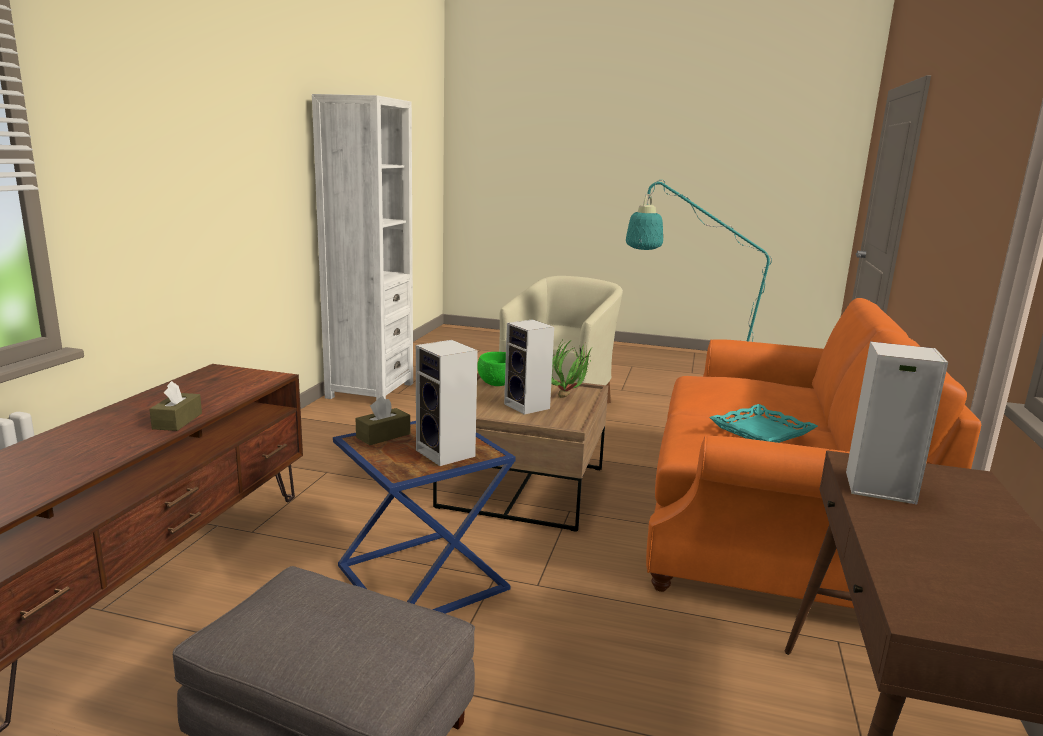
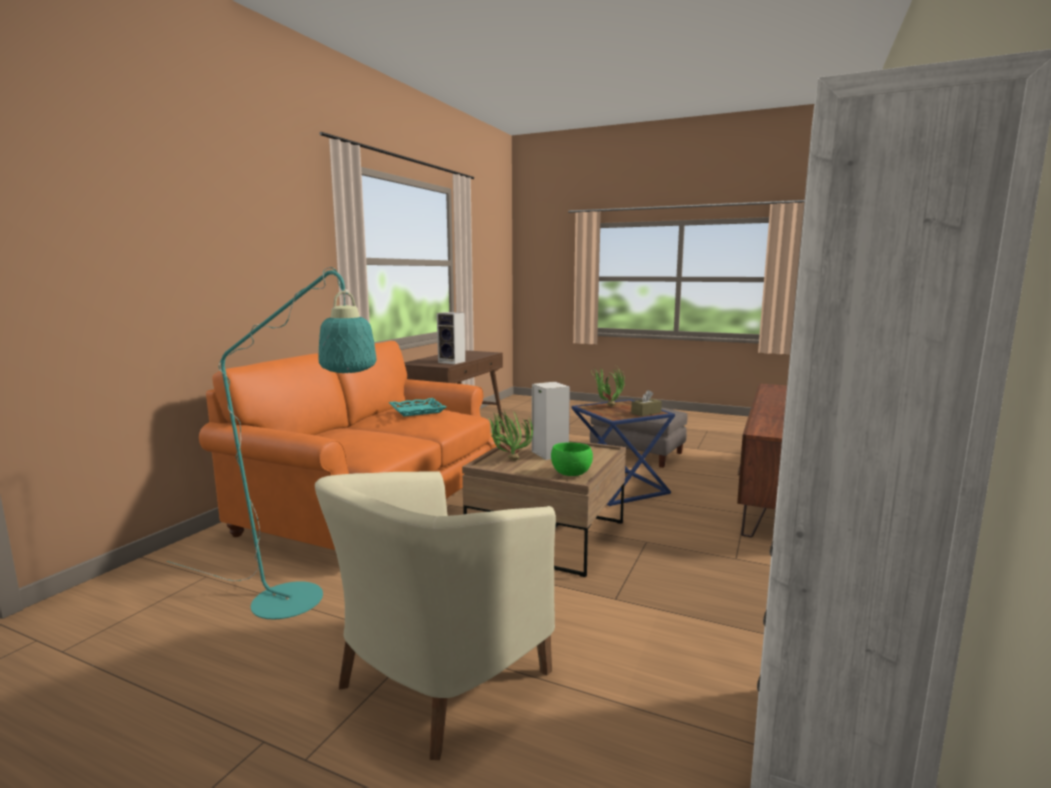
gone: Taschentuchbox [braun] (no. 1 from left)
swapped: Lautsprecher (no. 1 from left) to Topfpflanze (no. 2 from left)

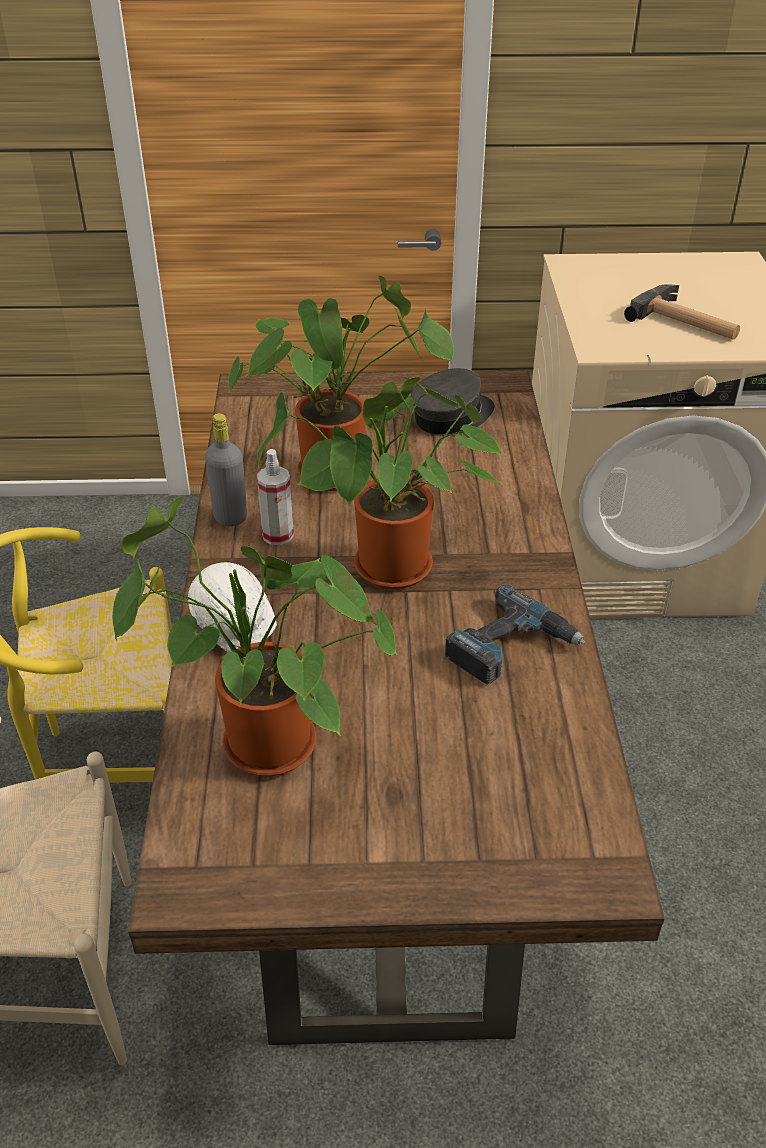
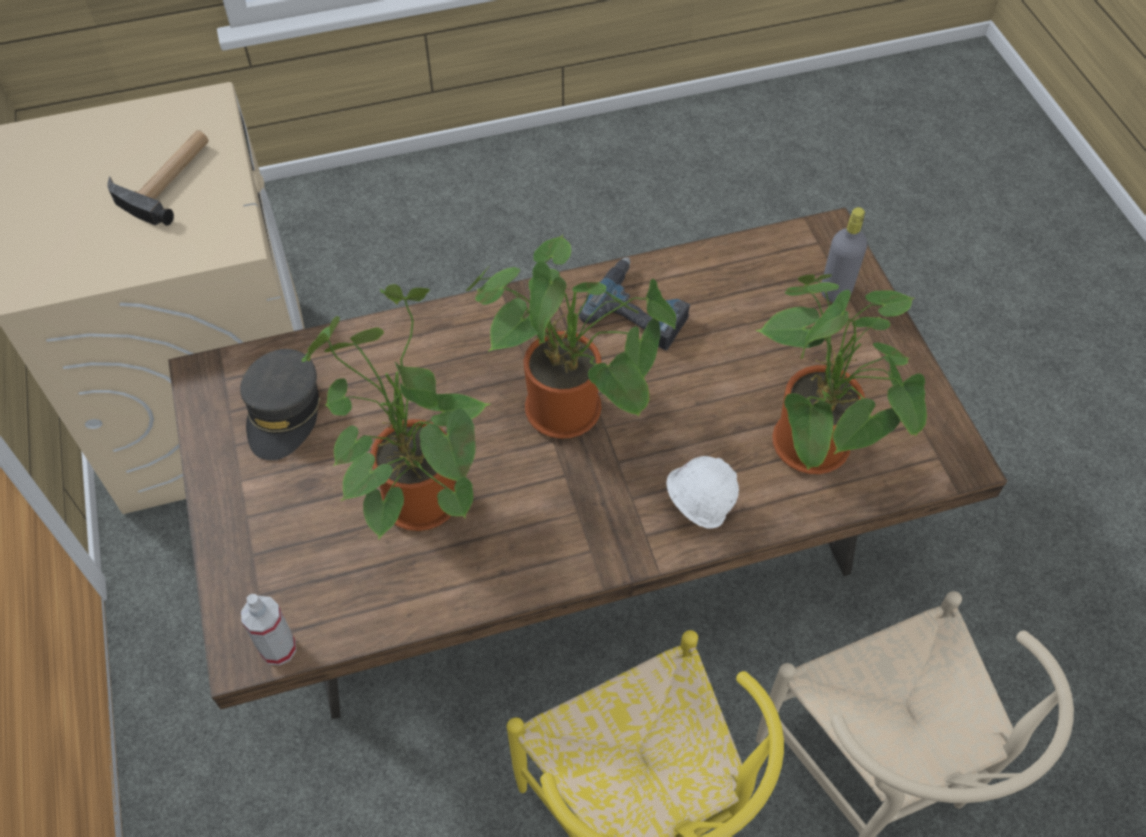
shifted: Flasche [grau]; Sprühflasche
rotated: Kappe [grau] 120 degrees counterclockwise

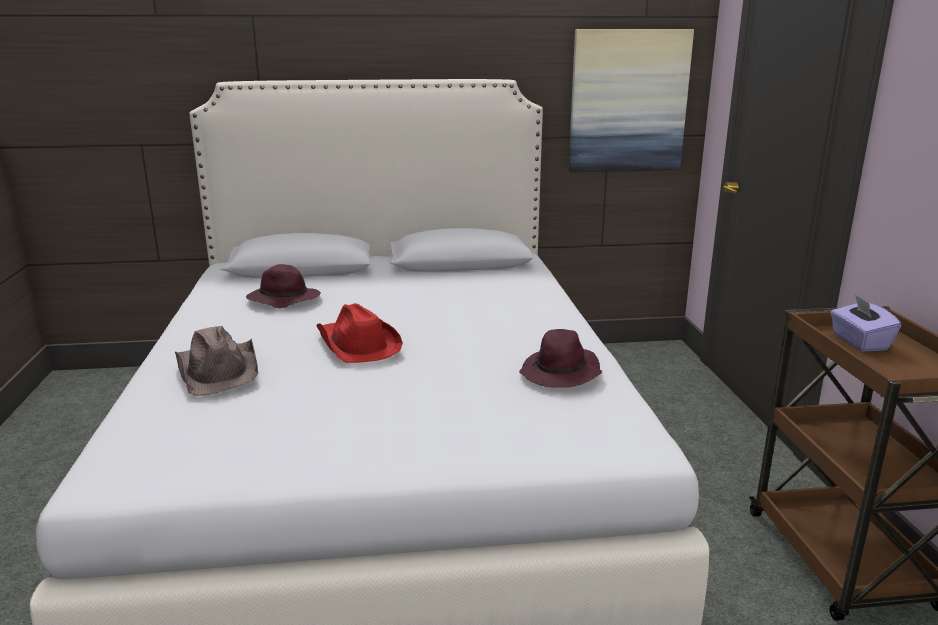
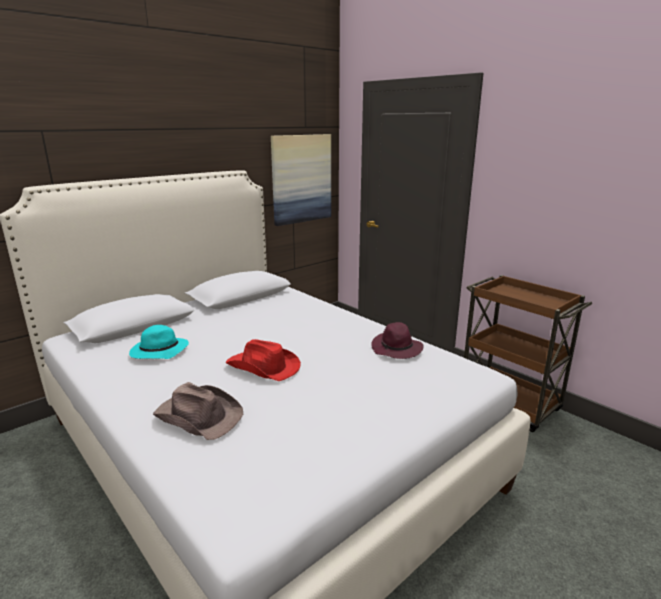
gone: Taschentuchbox [lila]
repainted: Hut [lila] (no. 1 from left) to Hut [türkis]

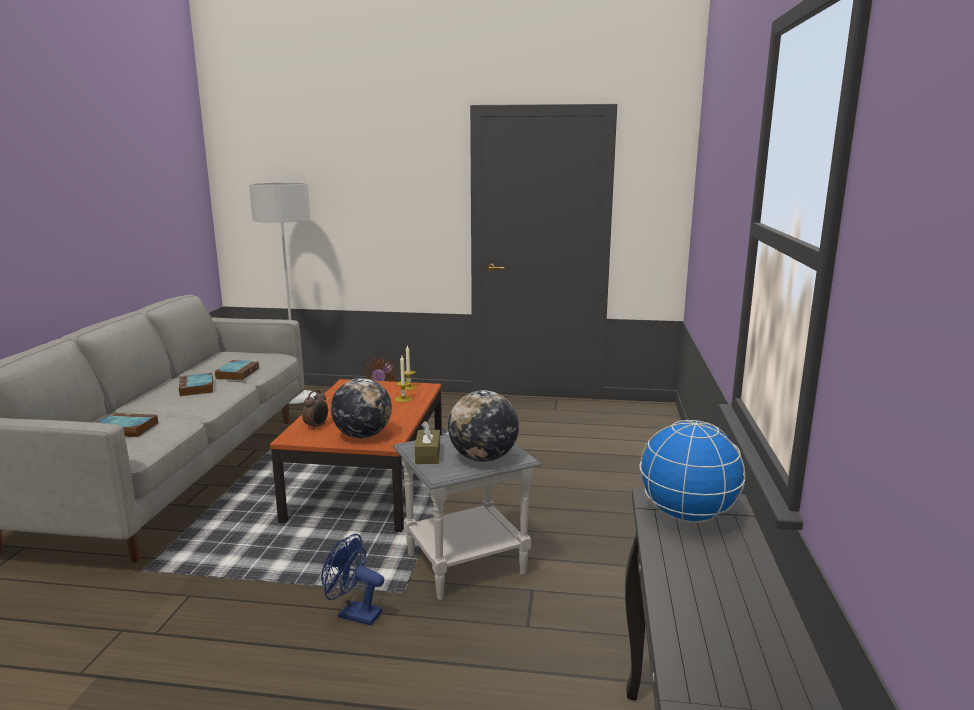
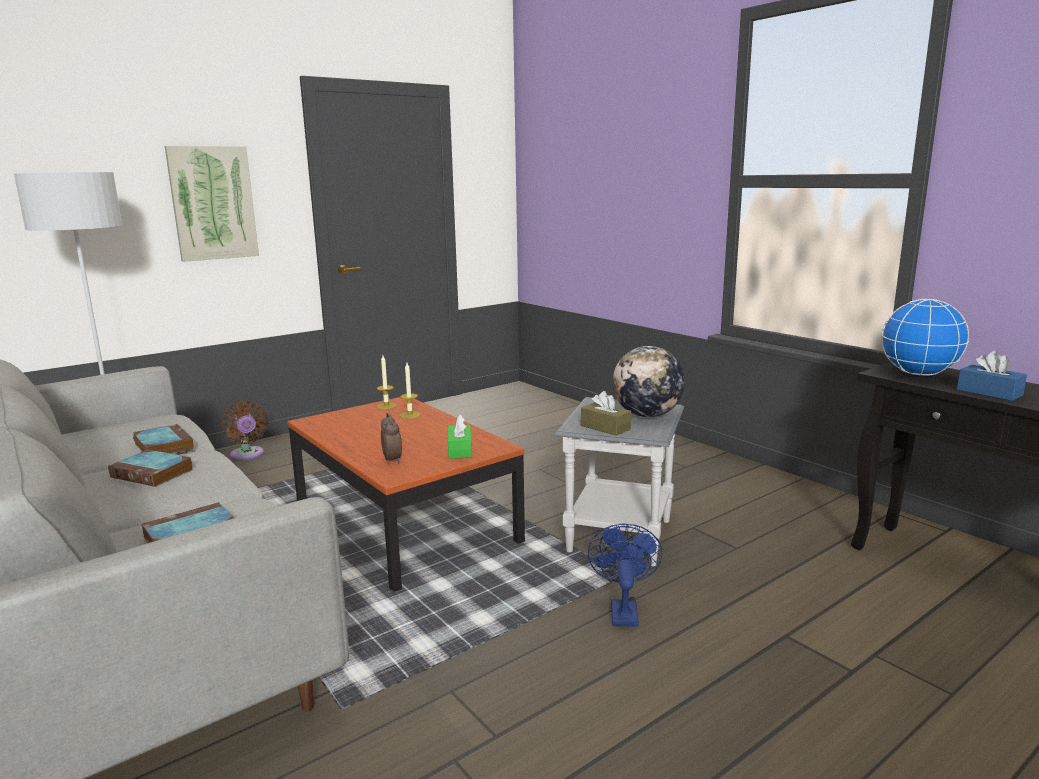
new: Bild; Taschentuchbox [blau]
swapped: Globus (no. 1 from left) to Taschentuchbox [grün]
rotated: Ventilator [blau] 120 degrees clockwise

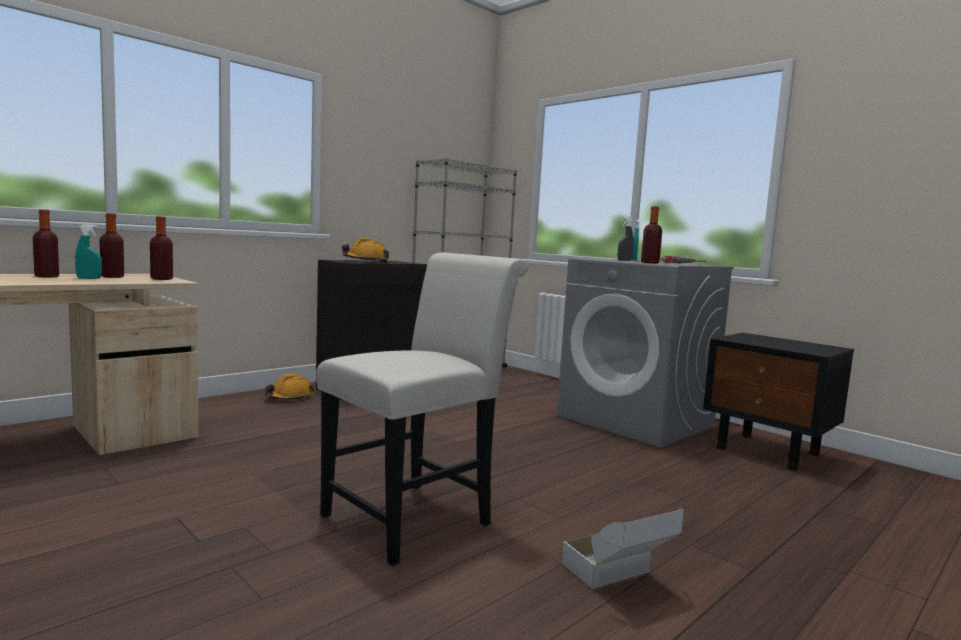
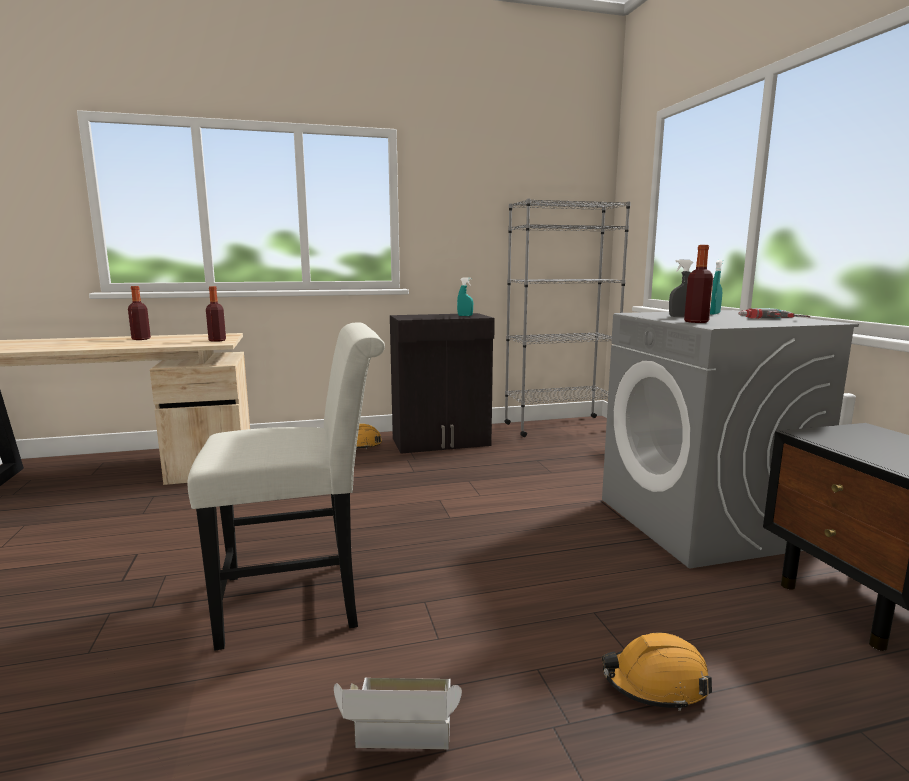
gone: Flasche (no. 2 from left)
shifted: Sprühflasche [türkis] (no. 1 from left); Schutzhelm [orange] (no. 2 from left)

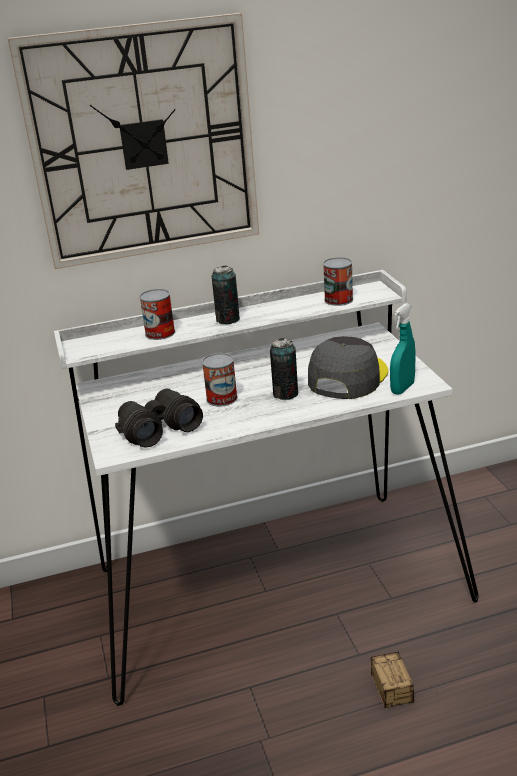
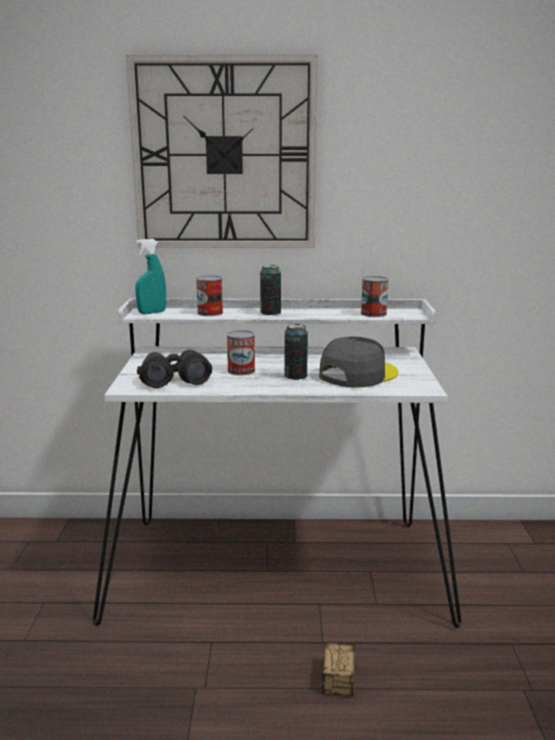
shifted: Sprühflasche [türkis]

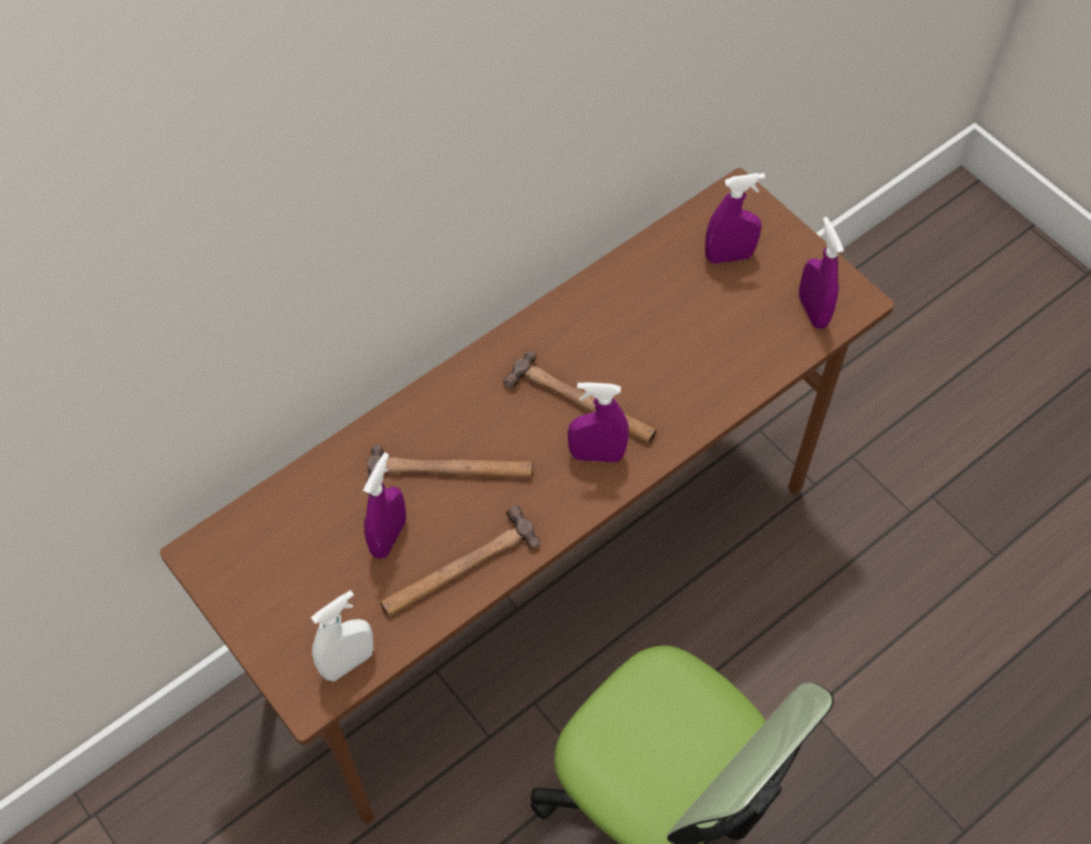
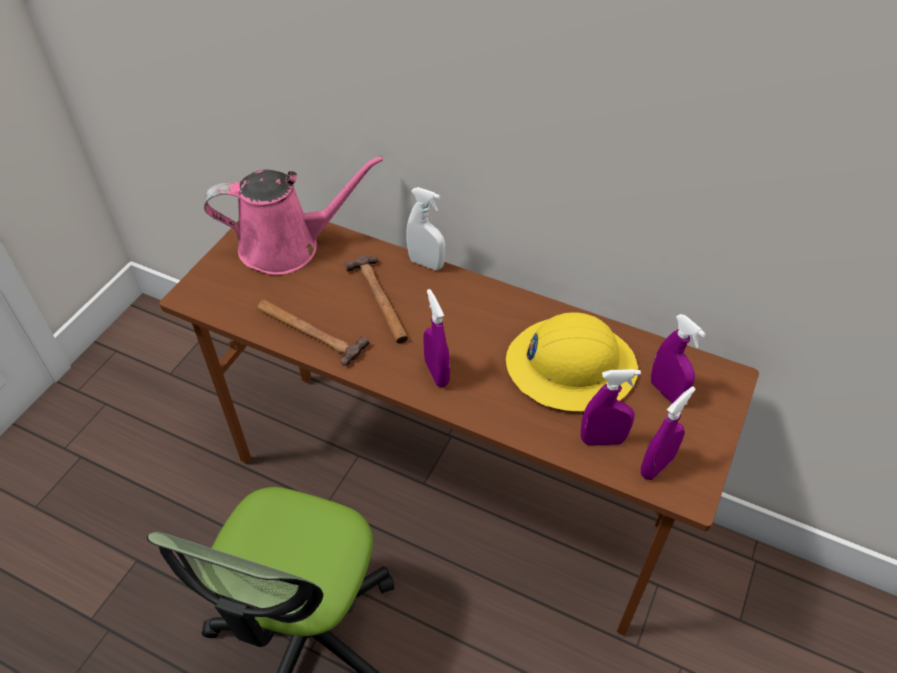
gone: Hammer (no. 3 from left)
new: Gießkanne [rosa]; Schutzhelm [gelb]
shifted: Sprühflasche [lila] (no. 1 from left in the first image) to Sprühflasche [lila] (no. 2 from left); Sprühflasche [weiß]

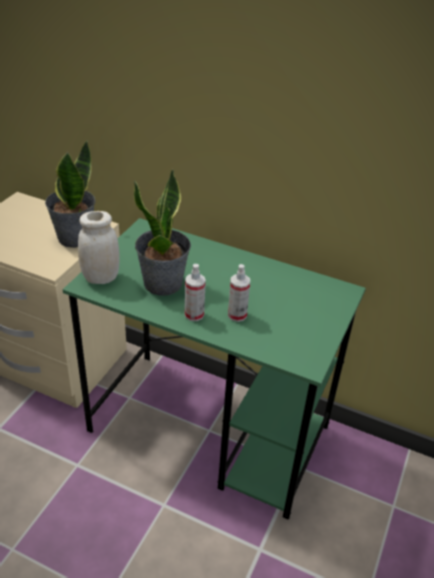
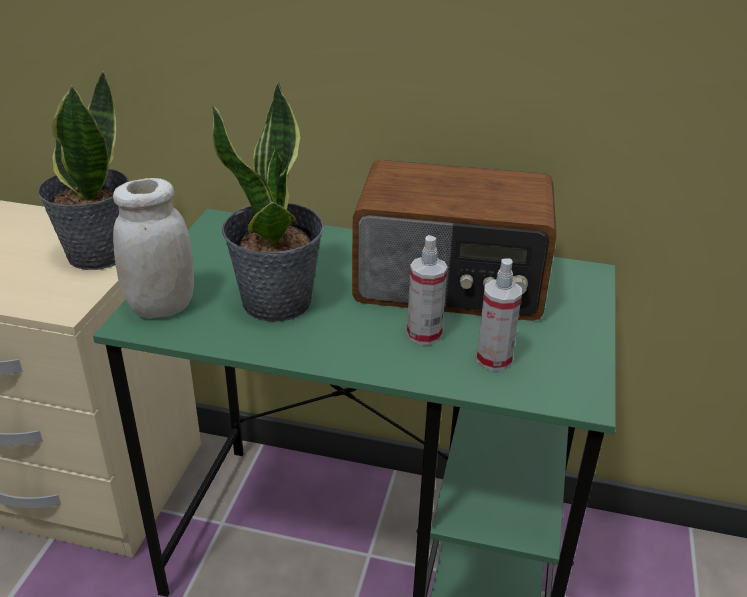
new: Radio
shifted: Sprühflasche (no. 1 from left in the first image) to Sprühflasche (no. 2 from left)

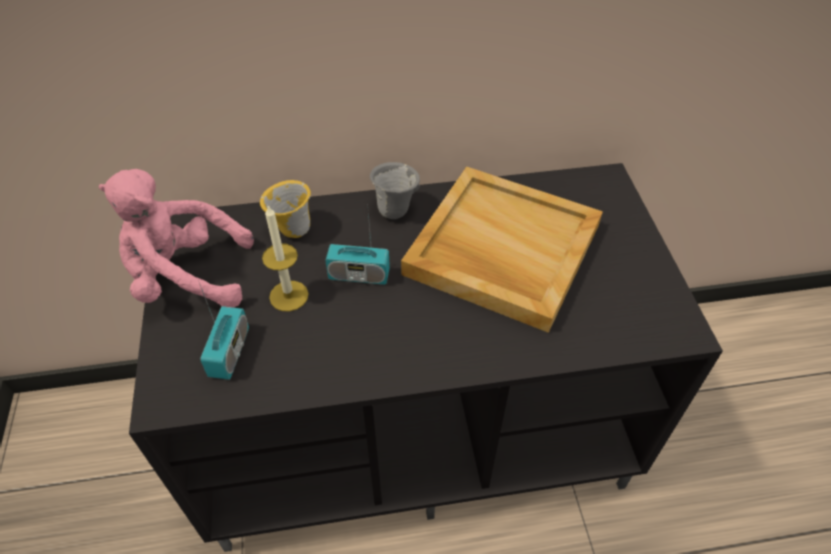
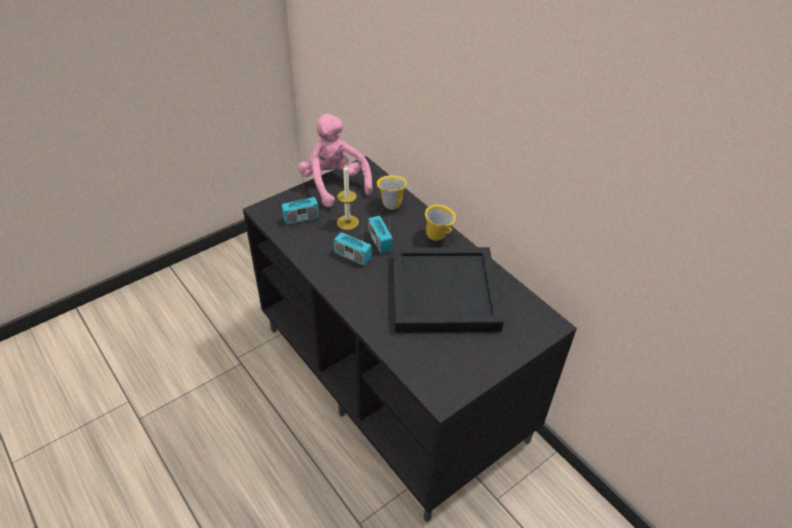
new: Radio (no. 2 from left)
repainted: Henkelbecher [grau] to Henkelbecher [gelb] (no. 2 from left); Tablett [beige] to Tablett [schwarz]

